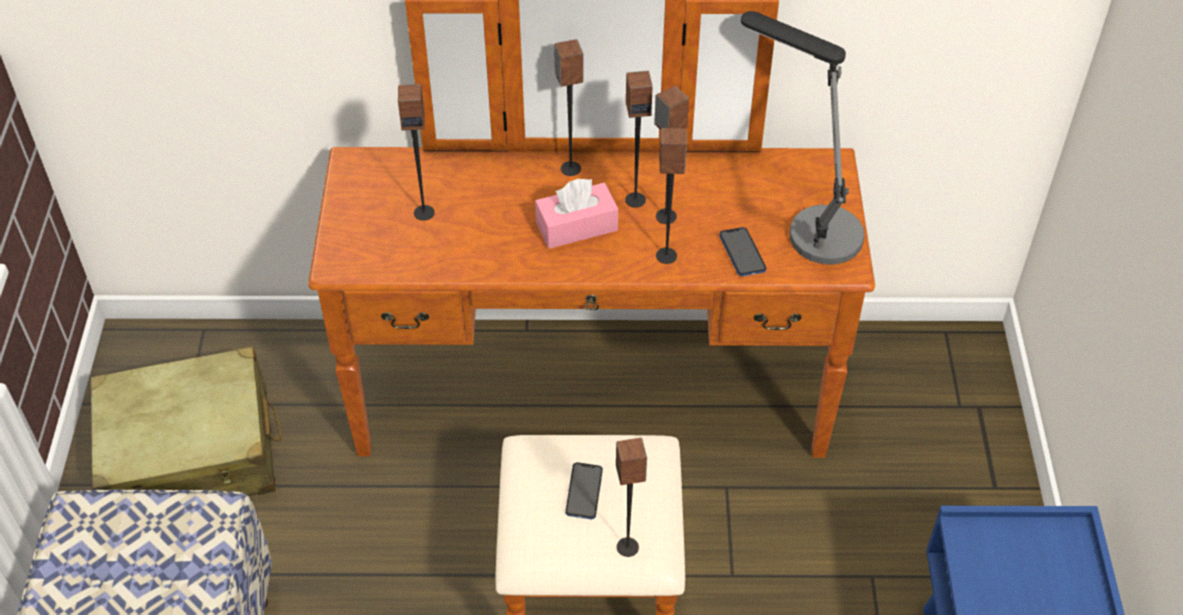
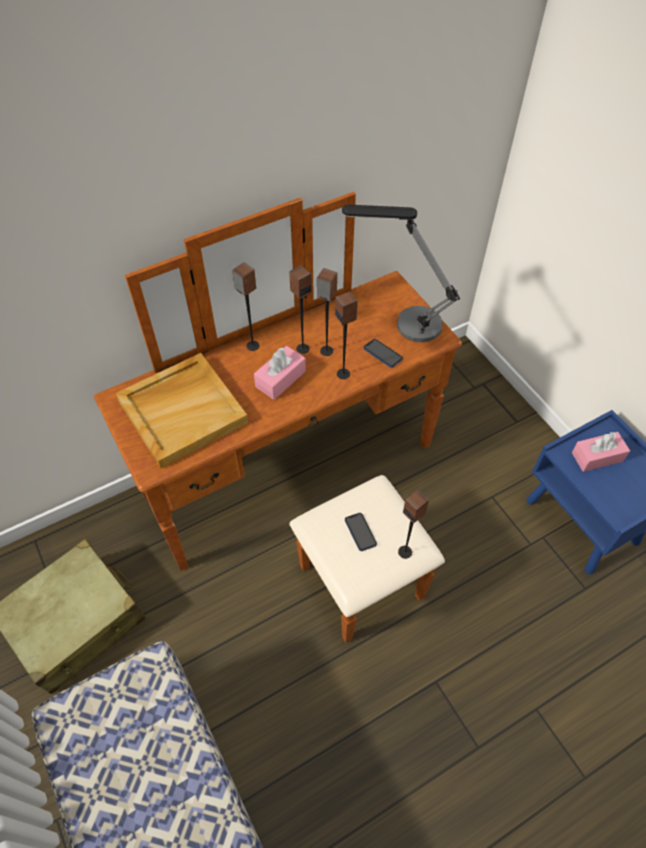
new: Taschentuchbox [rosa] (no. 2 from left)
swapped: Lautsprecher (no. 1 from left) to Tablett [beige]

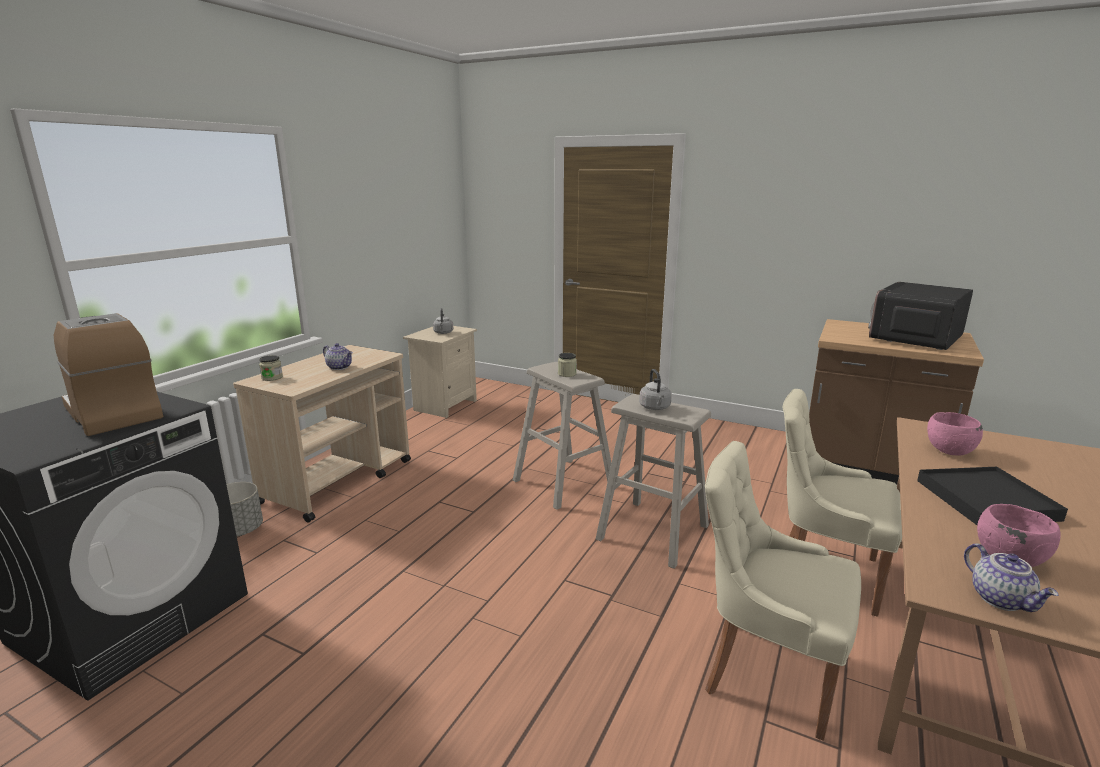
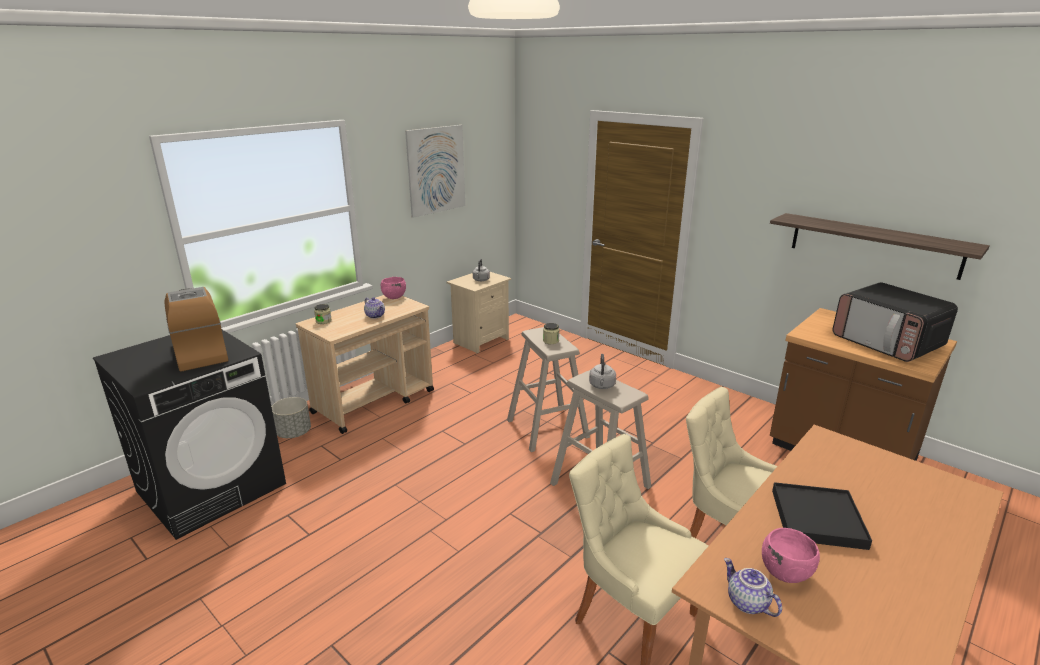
new: Bild; Wandregal
shifted: Schüssel [rosa] (no. 1 from left)
rotated: Mikrowelle 90 degrees counterclockwise; Teekanne (no. 2 from left) 150 degrees clockwise

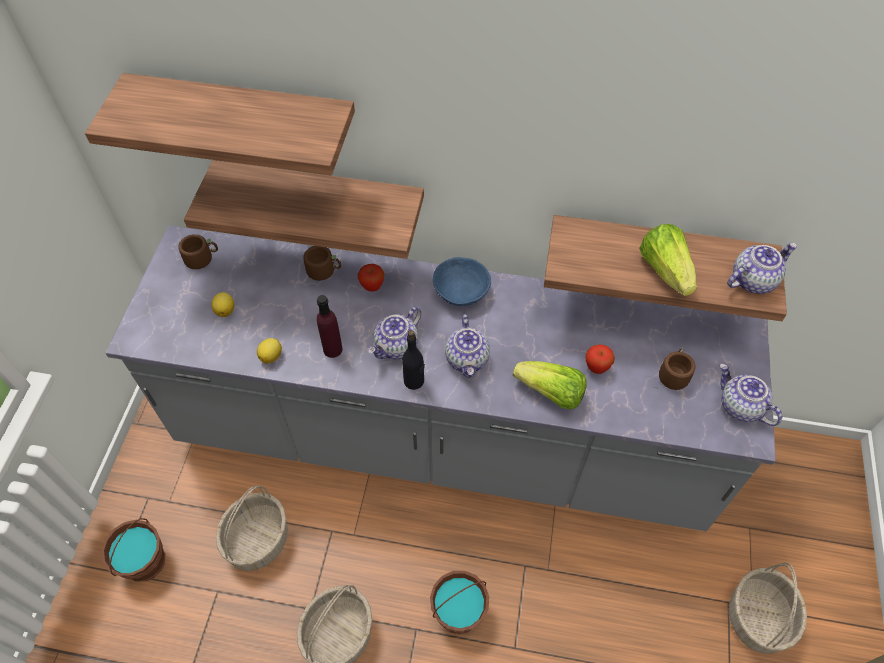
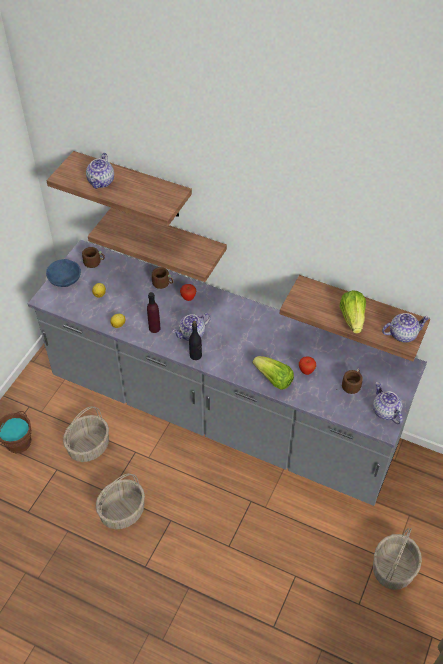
gone: Eimer [braun] (no. 2 from left)
shifted: Schüssel [blau]; Teekanne (no. 2 from left in the first image) to Teekanne (no. 1 from left)

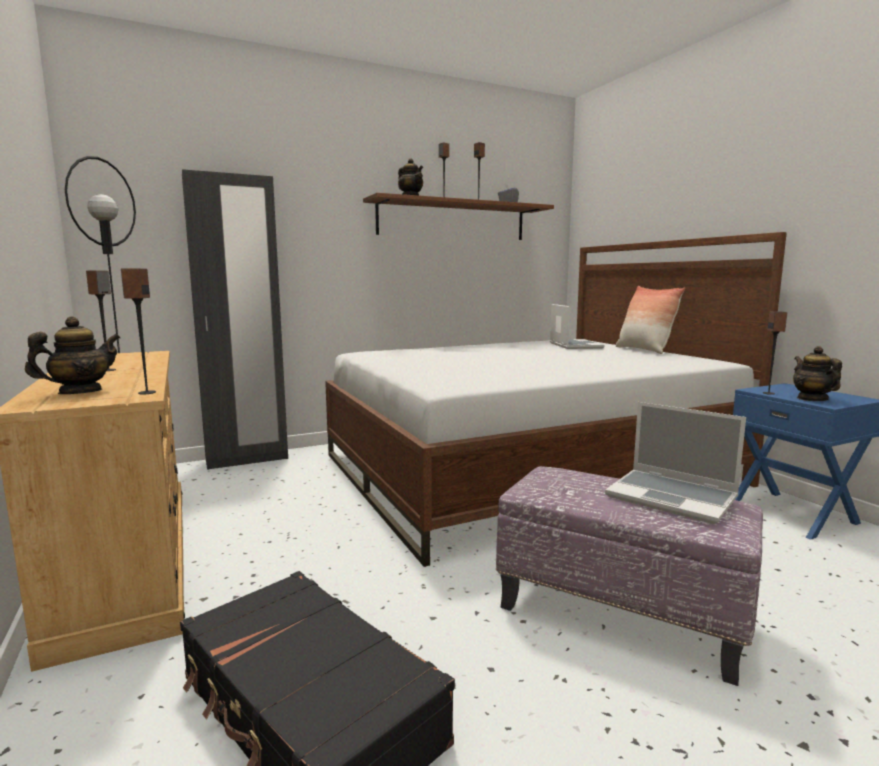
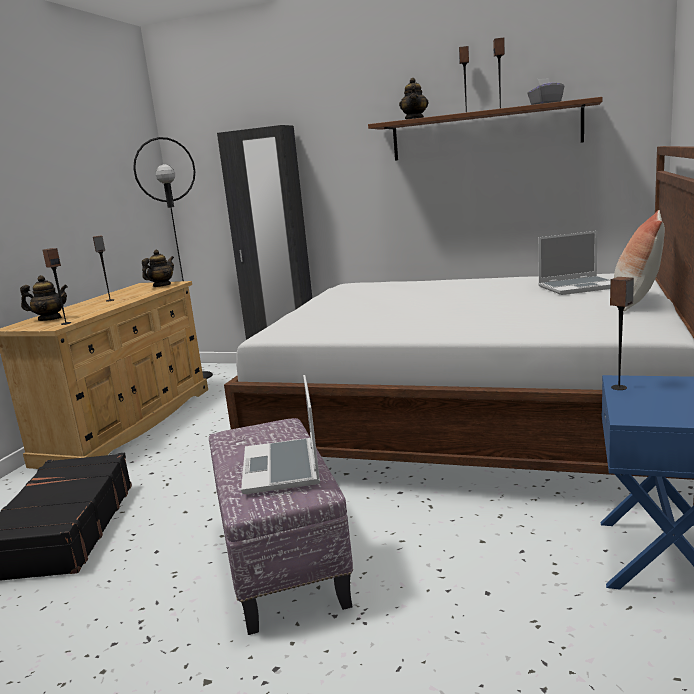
shifted: Teekanne (no. 3 from left in the first image) to Teekanne (no. 2 from left)
rotated: Laptop (no. 1 from left in the first image) 45 degrees clockwise

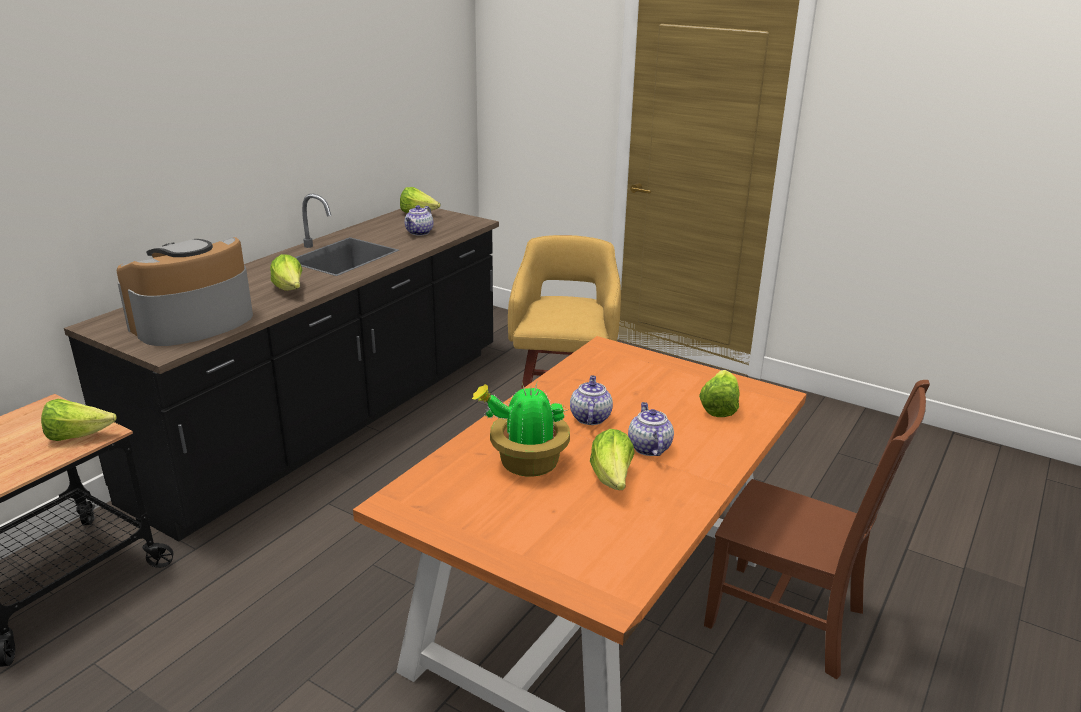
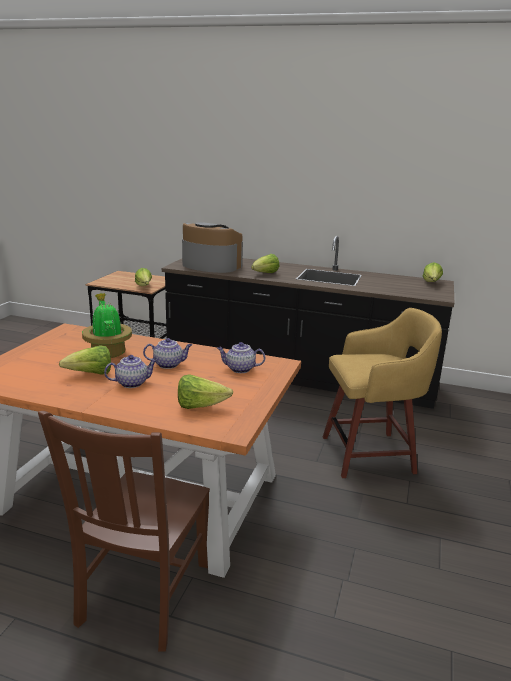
shifted: Teekanne (no. 1 from left in the first image) to Teekanne (no. 3 from left)

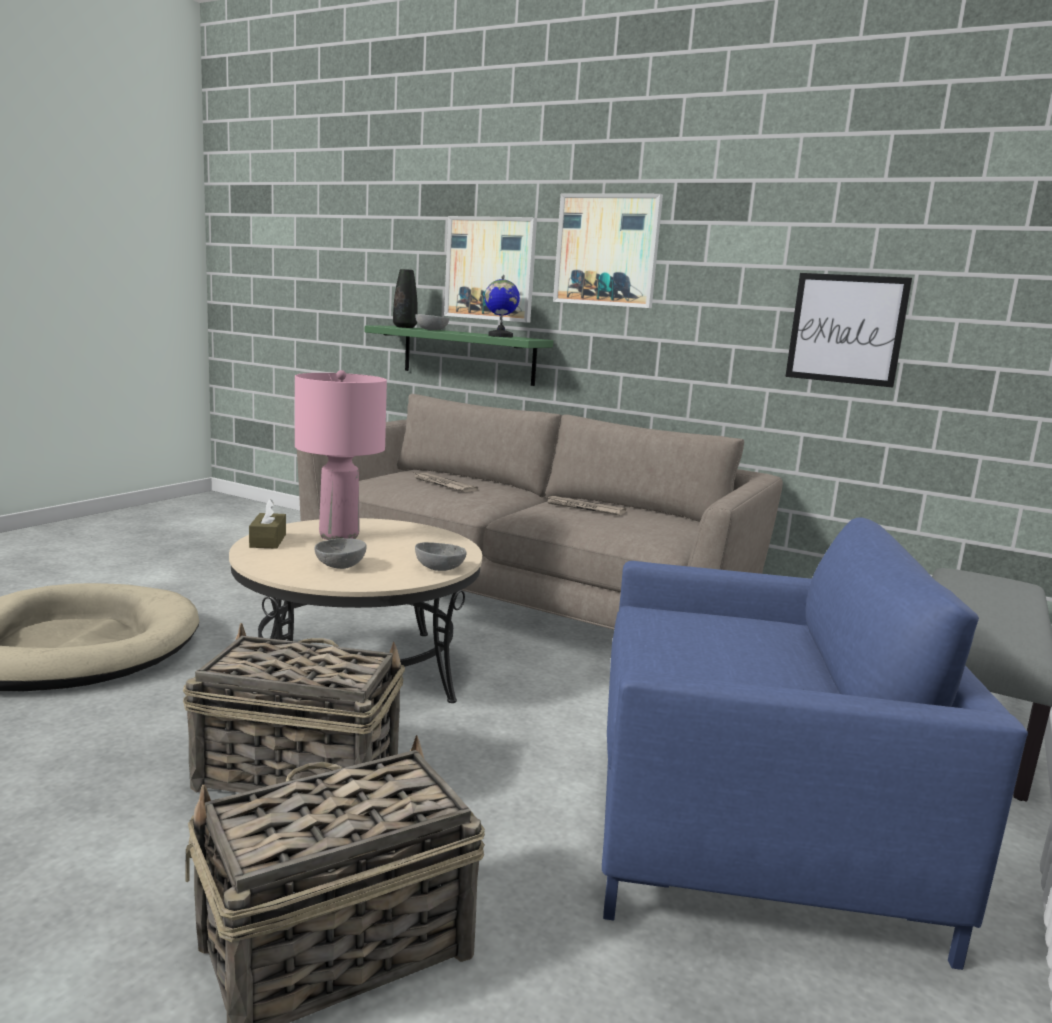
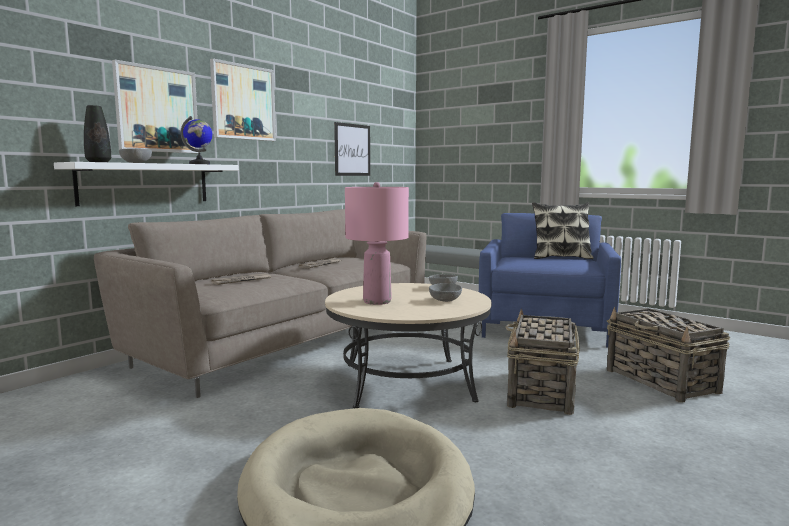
gone: Taschentuchbox [braun]
new: Kissen
repainted: Wandregal [grün] to Wandregal [weiß]

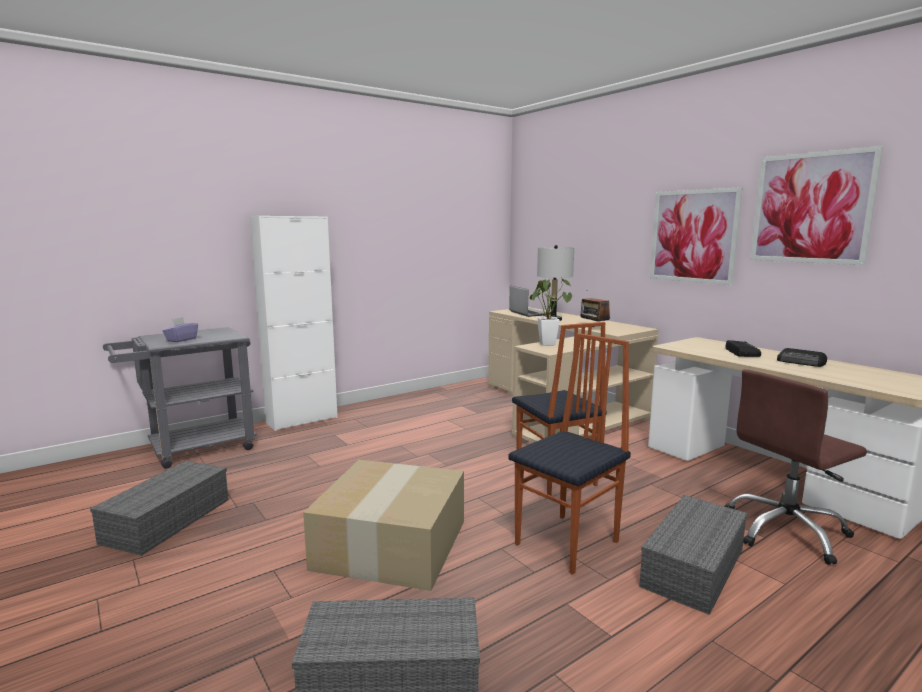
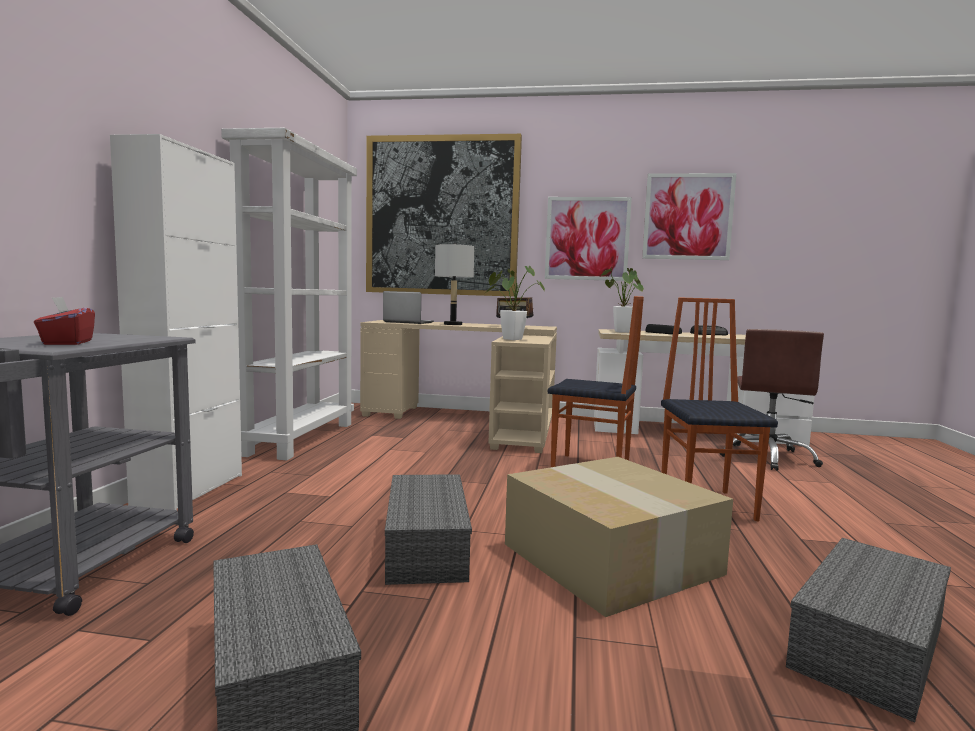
new: Bücherregal [weiß]; Bild (no. 1 from left); Topfpflanze (no. 2 from left)
shifted: Aufbewahrungsbox [grau] (no. 3 from left in the first image) to Aufbewahrungsbox [grau] (no. 2 from left)
repainted: Taschentuchbox [lila] to Taschentuchbox [rot]

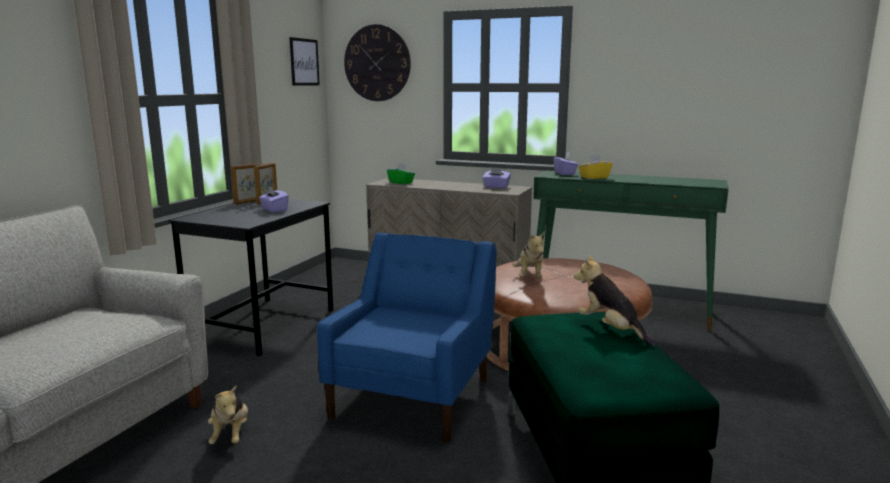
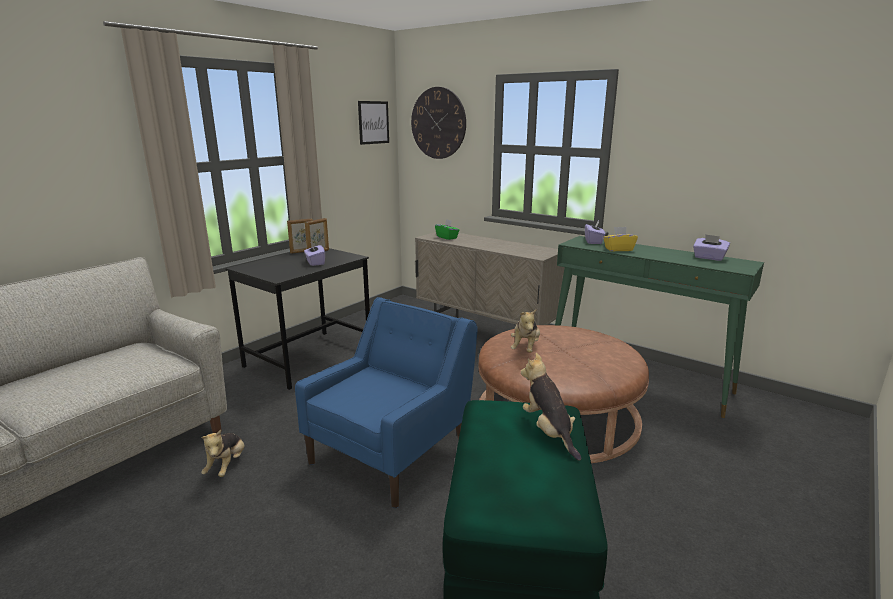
shifted: Taschentuchbox [lila] (no. 2 from left in the first image) to Taschentuchbox [lila] (no. 3 from left)

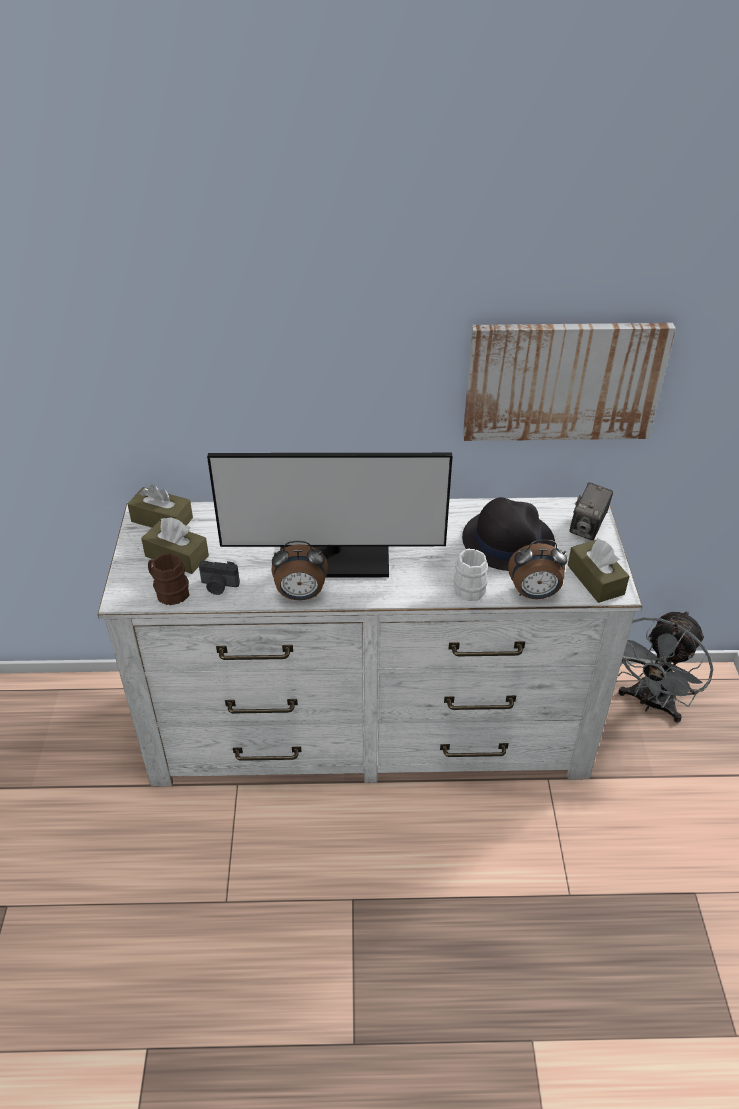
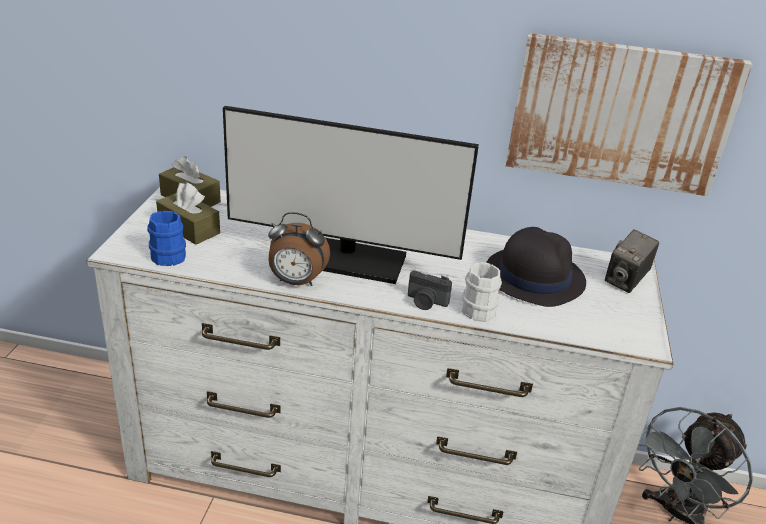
gone: Taschentuchbox [braun] (no. 3 from left); Wecker (no. 2 from left)
shifted: Kamera (no. 1 from left)
repainted: Henkelbecher [braun] to Henkelbecher [blau]

